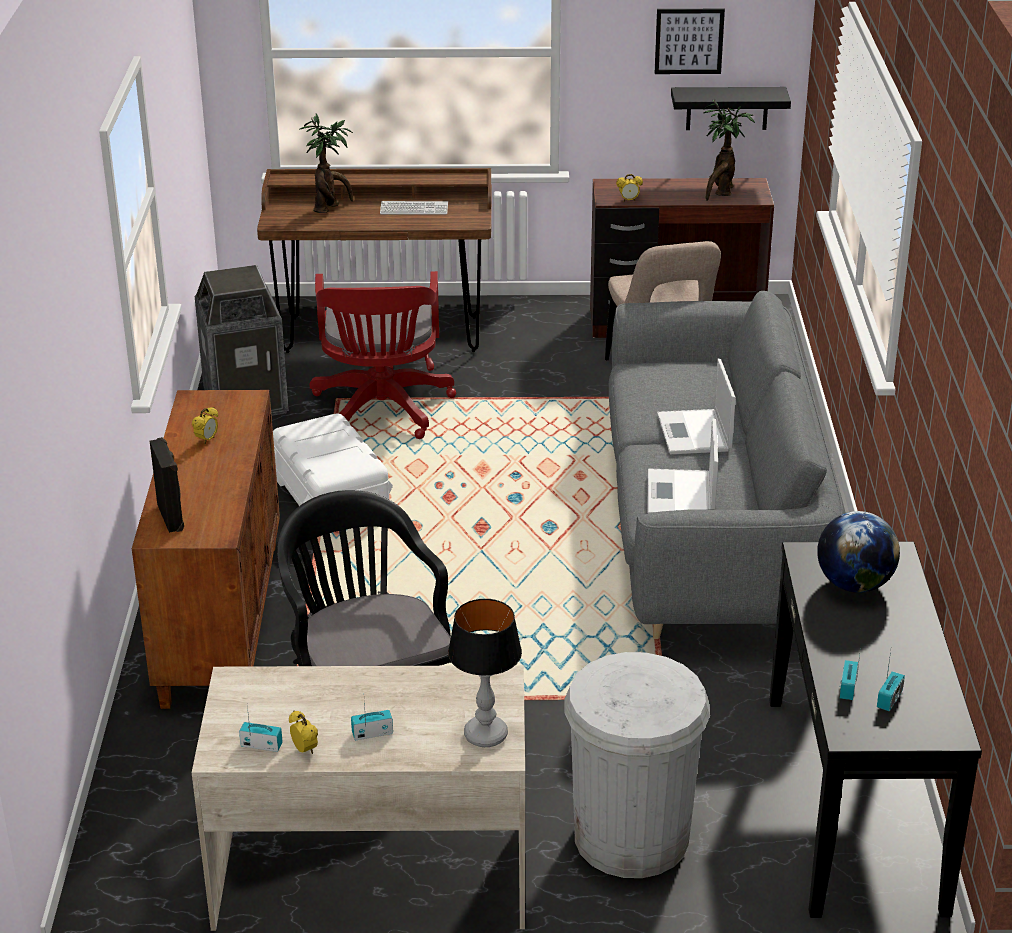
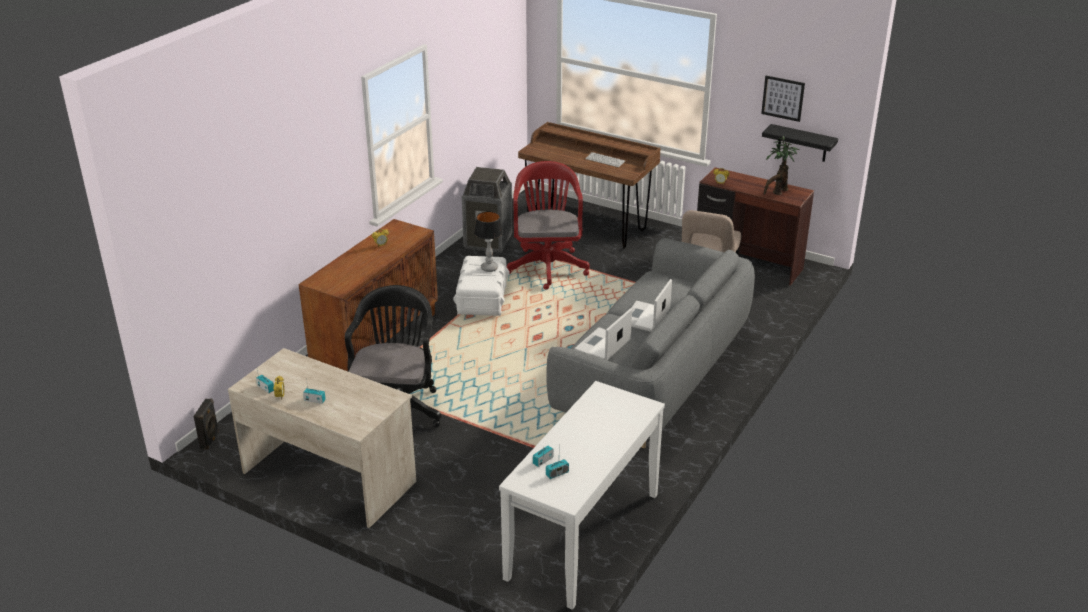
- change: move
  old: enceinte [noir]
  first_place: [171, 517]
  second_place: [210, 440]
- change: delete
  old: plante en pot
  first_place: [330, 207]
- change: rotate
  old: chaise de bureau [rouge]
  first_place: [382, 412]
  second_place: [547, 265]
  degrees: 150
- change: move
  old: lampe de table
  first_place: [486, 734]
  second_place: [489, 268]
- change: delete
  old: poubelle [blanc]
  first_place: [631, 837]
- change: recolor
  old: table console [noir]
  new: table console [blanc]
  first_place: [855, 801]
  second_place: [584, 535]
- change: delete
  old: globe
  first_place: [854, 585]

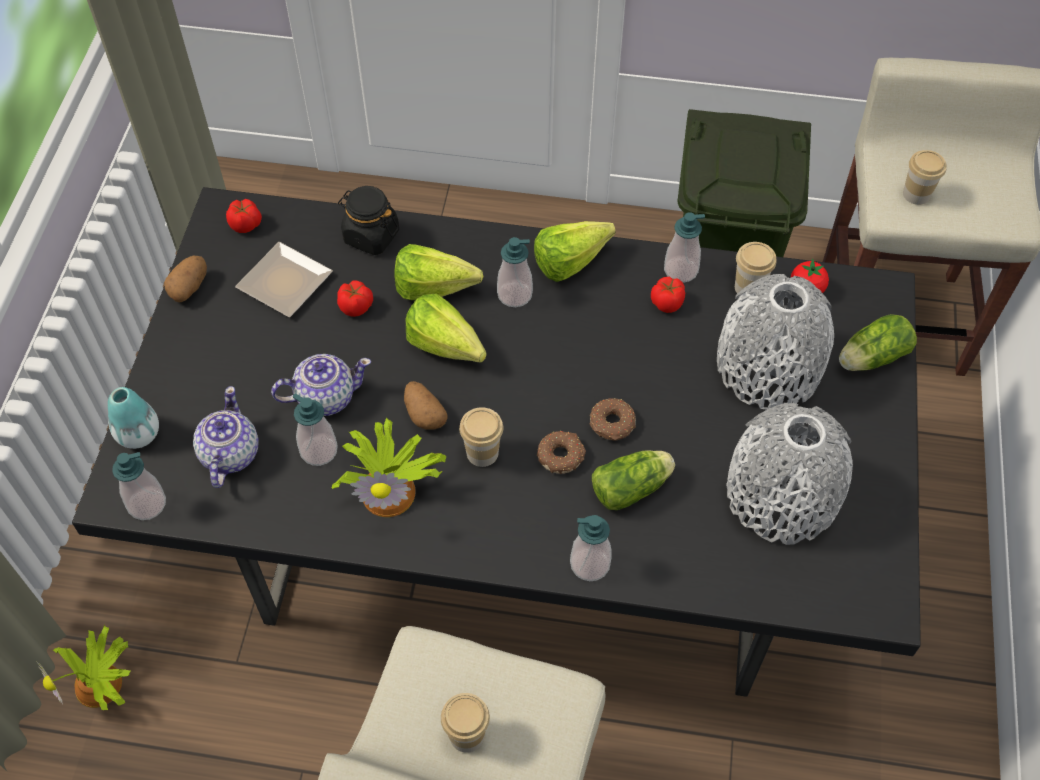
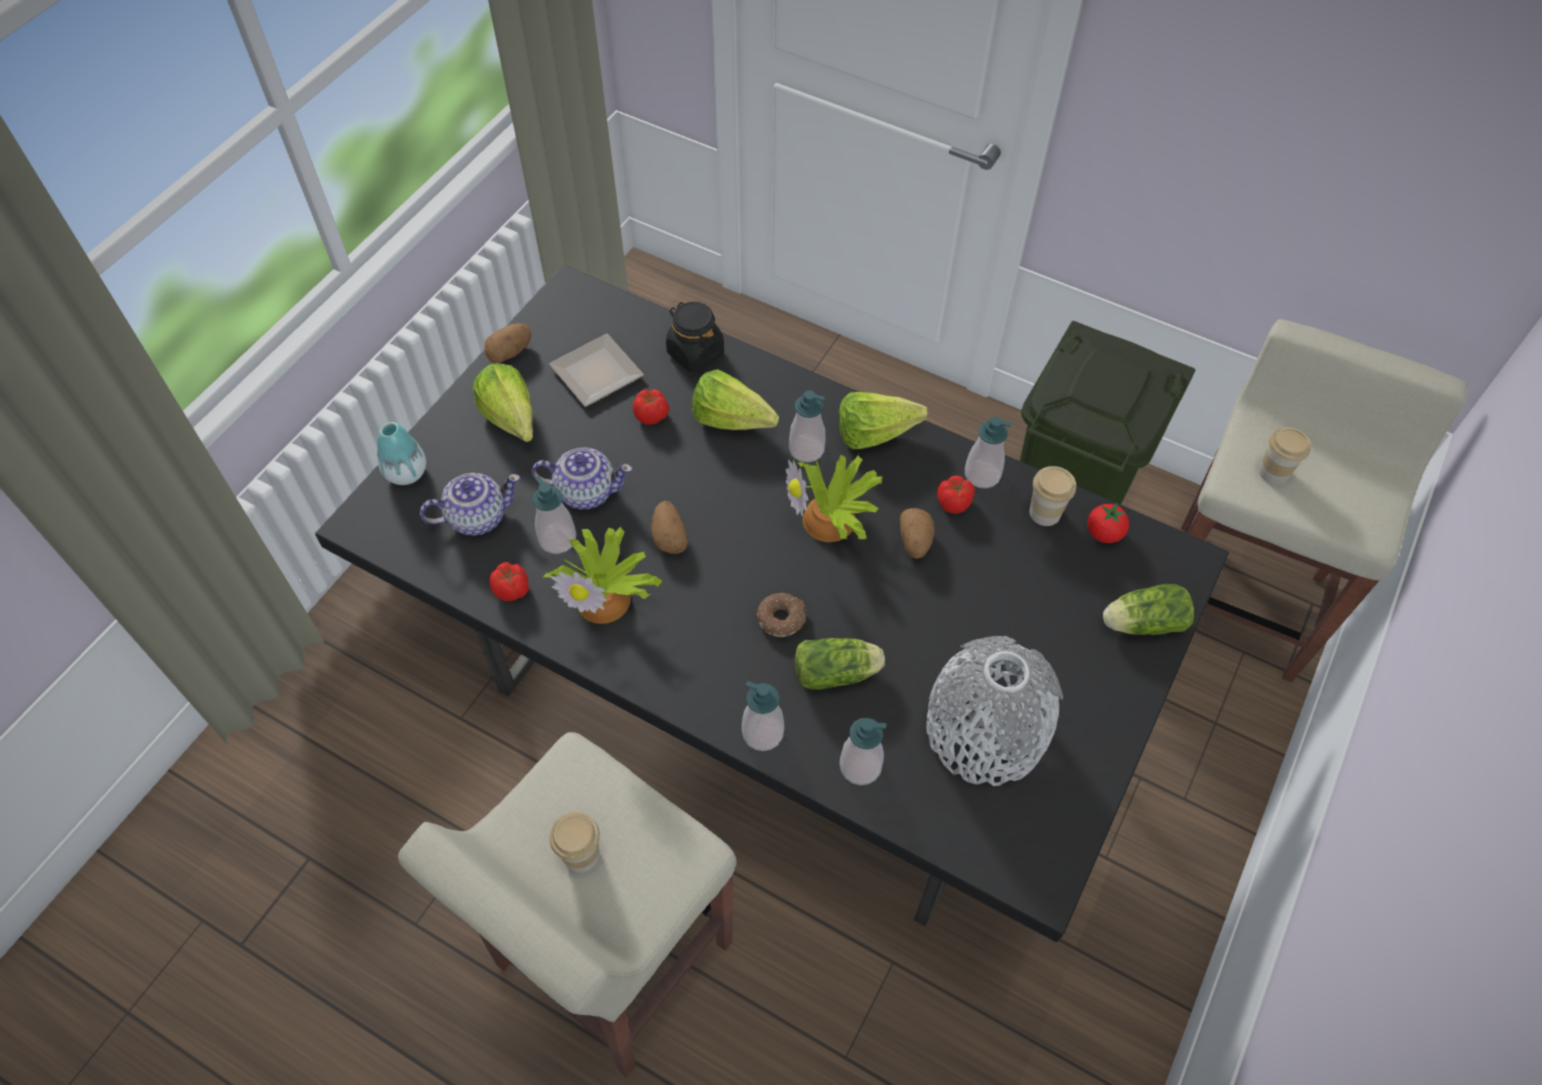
- change: move
  old: plante en pot
  first_place: [102, 685]
  second_place: [832, 521]
- change: move
  old: distributeur de savon
  first_place: [147, 504]
  second_place: [860, 766]
- change: rotate
  old: théière
  first_place: [229, 455]
  second_place: [476, 517]
  degrees: 45
- change: move
  old: tomate
  first_place: [246, 225]
  second_place: [512, 590]
- change: move
  old: laitue
  first_place: [449, 351]
  second_place: [512, 424]
- change: delete
  old: tasse
  first_place: [482, 453]
- change: delete
  old: beignet
  first_place: [612, 424]
- change: delete
  old: vase [gris]
  first_place: [768, 367]
- change: insert
  new: pomme de terre
  second_place: [915, 542]

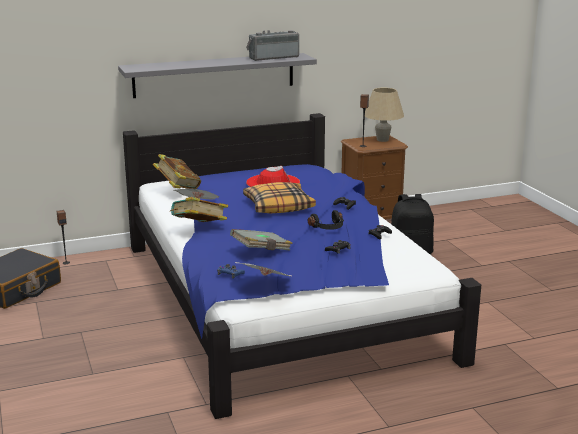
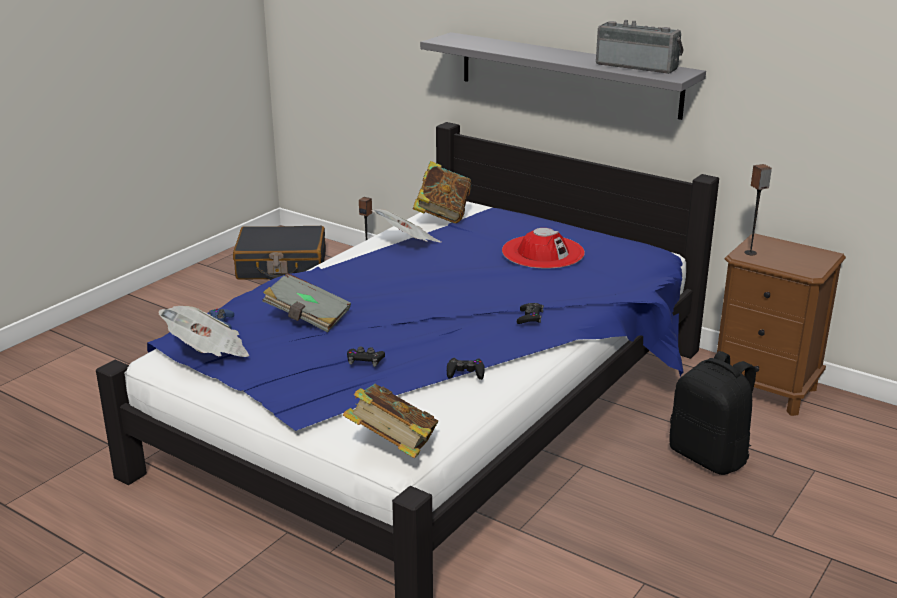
- change: move
  old: livre
  first_place: [199, 228]
  second_place: [392, 448]
- change: delete
  old: coussin
  first_place: [278, 206]
- change: delete
  old: casque audio [noir]
  first_place: [328, 228]
- change: delete
  old: lampe de table [beige]
  first_place: [382, 140]

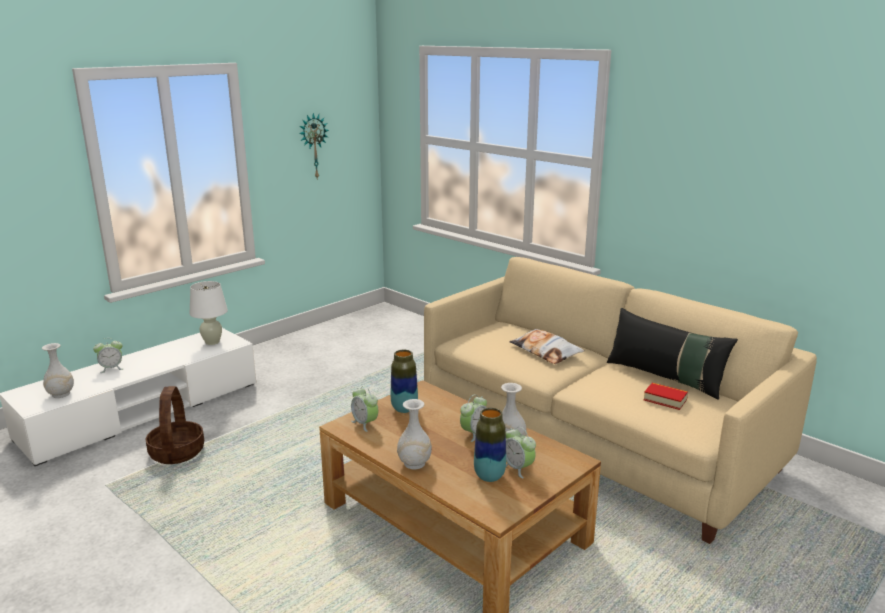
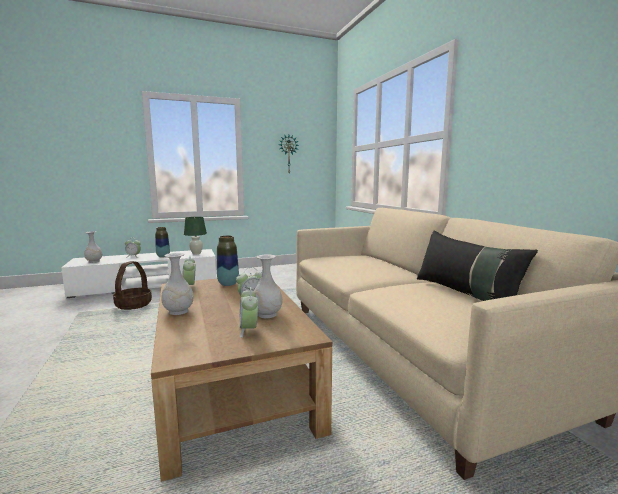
- change: recolor
  old: lampe de table [blanc]
  new: lampe de table [vert]
  first_place: [212, 342]
  second_place: [196, 253]
- change: move
  old: vase
  first_place: [489, 476]
  second_place: [163, 256]
- change: delete
  old: coussin
  first_place: [545, 351]
- change: delete
  old: livre
  first_place: [665, 400]

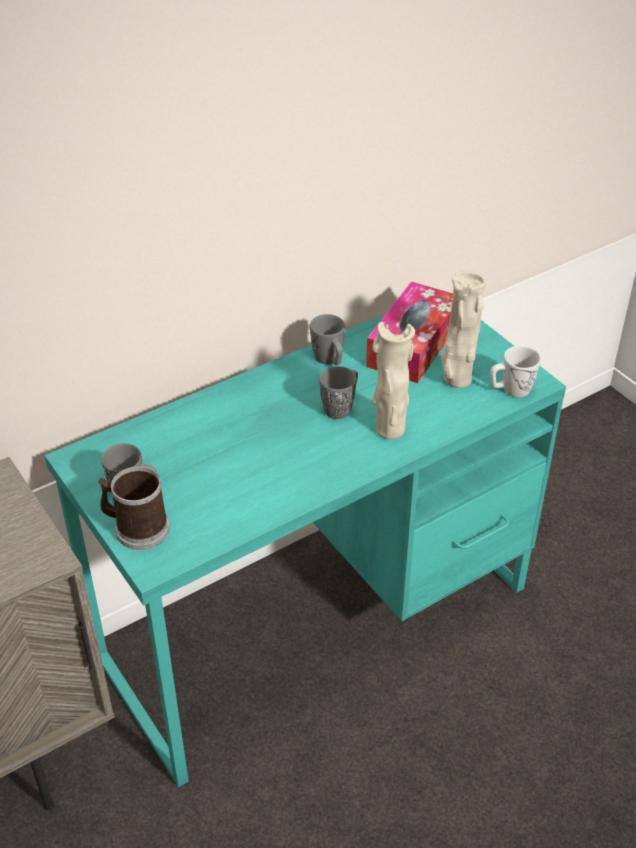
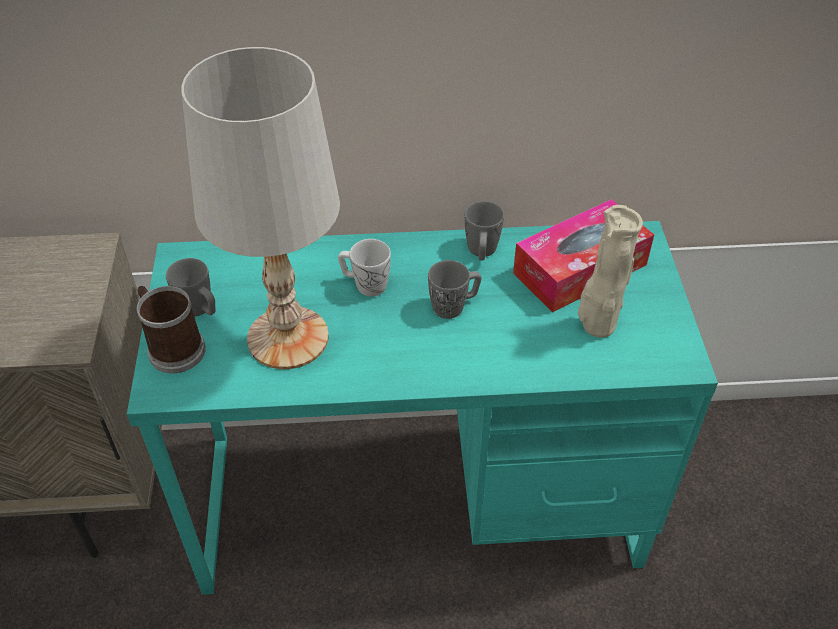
- change: delete
  old: vase [beige]
  first_place: [390, 429]
- change: move
  old: mug [blanc]
  first_place: [511, 390]
  second_place: [365, 284]
- change: insert
  new: lampe de table [blanc]
  second_place: [287, 337]

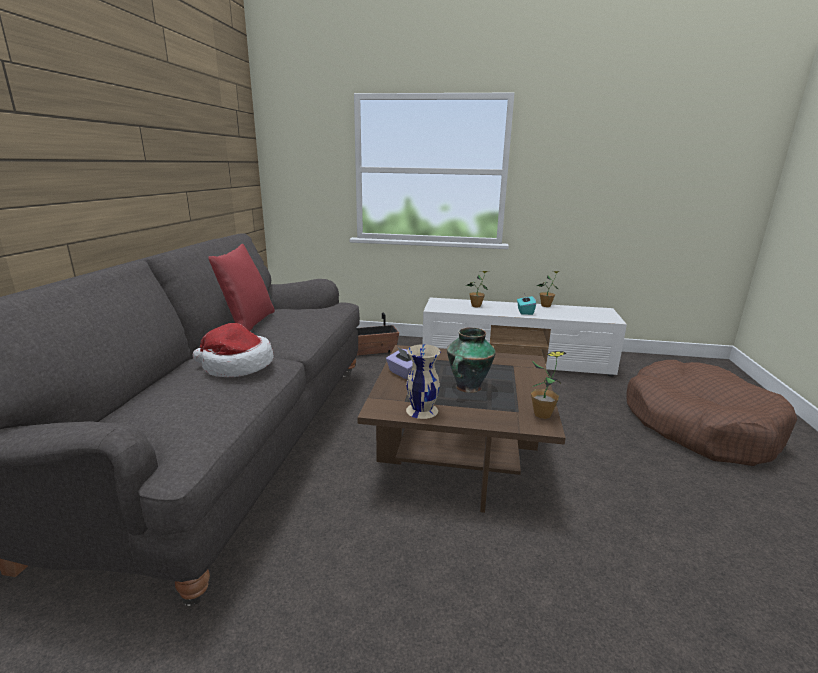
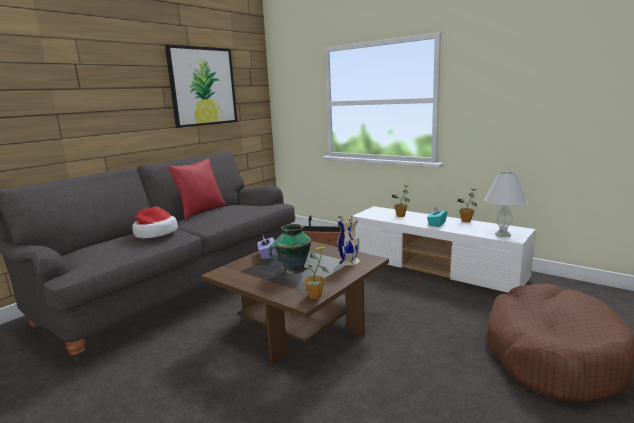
- change: move
  old: vase [beige]
  first_place: [421, 410]
  second_place: [348, 260]
- change: insert
  new: tableau
  second_place: [203, 86]
- change: insert
  new: lampe de table [blanc]
  second_place: [502, 234]

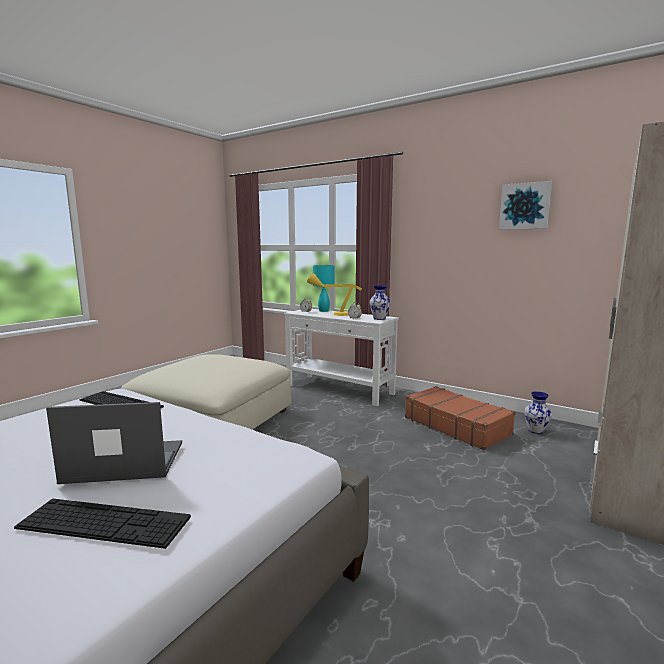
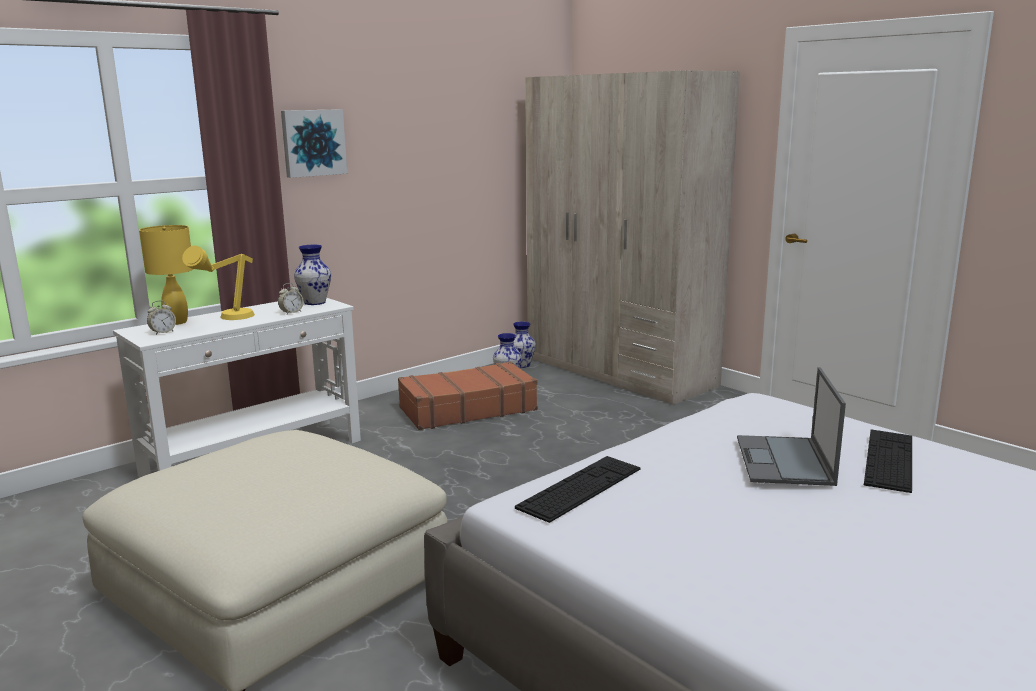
- change: recolor
  old: lampe de table [turquoise]
  new: lampe de table [jaune]
  first_place: [323, 311]
  second_place: [177, 322]
- change: move
  old: tableau
  first_place: [525, 206]
  second_place: [313, 142]
- change: insert
  new: vase
  second_place: [522, 365]

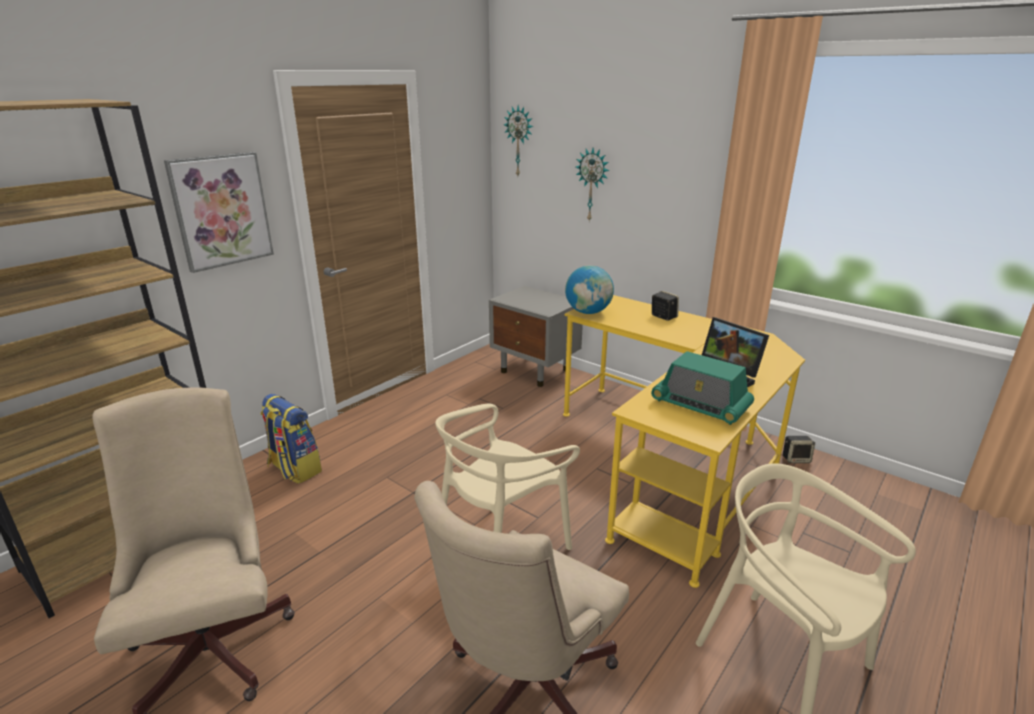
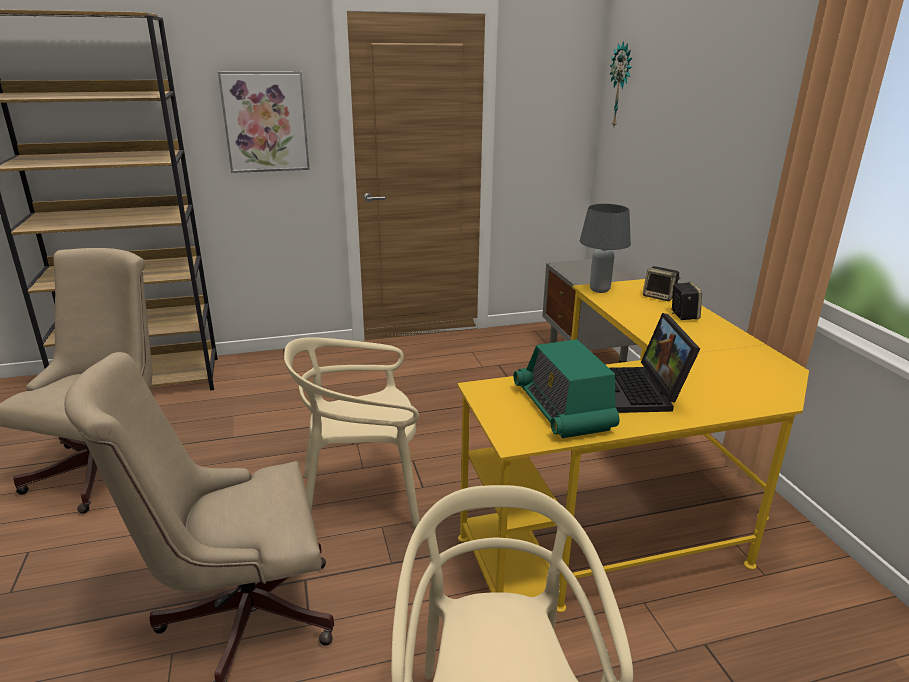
- change: delete
  old: sac à dos
  first_place: [294, 469]
- change: replace
  old: globe
  new: lampe de table [gris]
  first_place: [588, 312]
  second_place: [600, 290]
- change: delete
  old: horloge murale
  first_place: [592, 185]
- change: move
  old: enceinte
  first_place: [796, 459]
  second_place: [659, 297]

